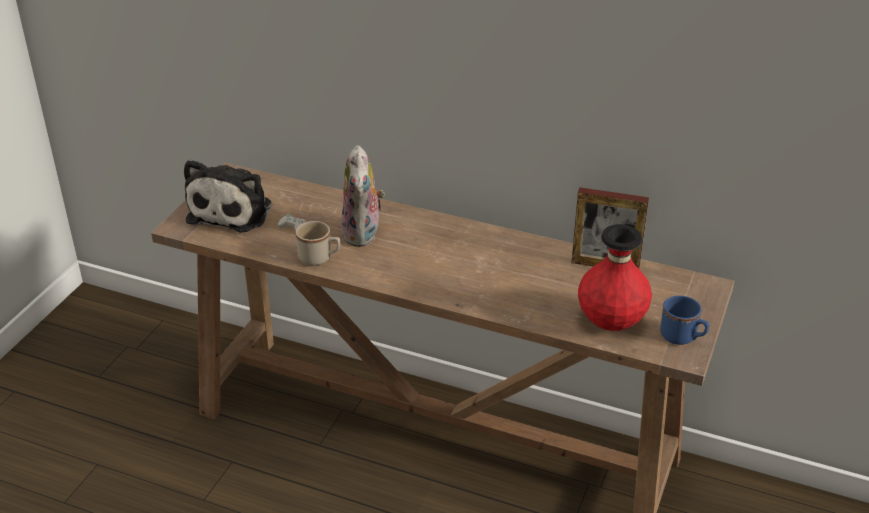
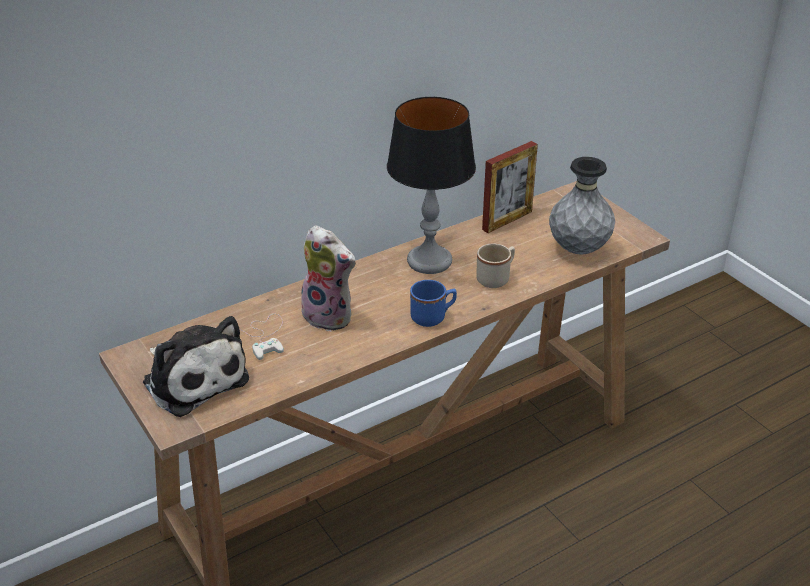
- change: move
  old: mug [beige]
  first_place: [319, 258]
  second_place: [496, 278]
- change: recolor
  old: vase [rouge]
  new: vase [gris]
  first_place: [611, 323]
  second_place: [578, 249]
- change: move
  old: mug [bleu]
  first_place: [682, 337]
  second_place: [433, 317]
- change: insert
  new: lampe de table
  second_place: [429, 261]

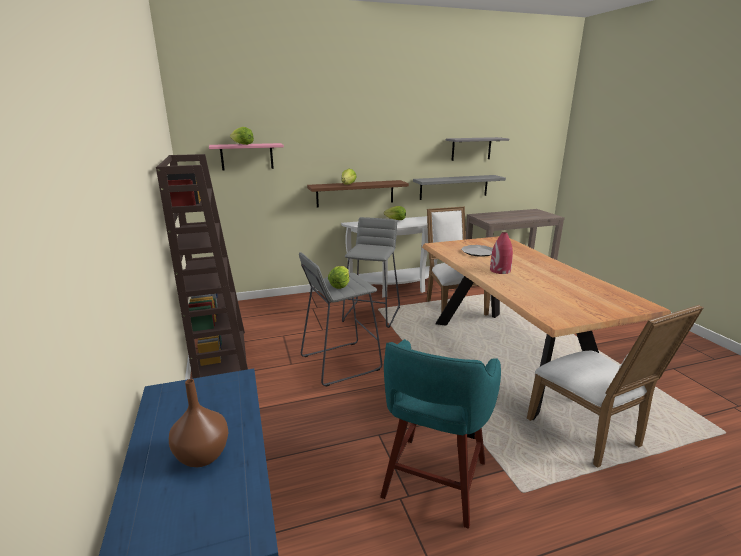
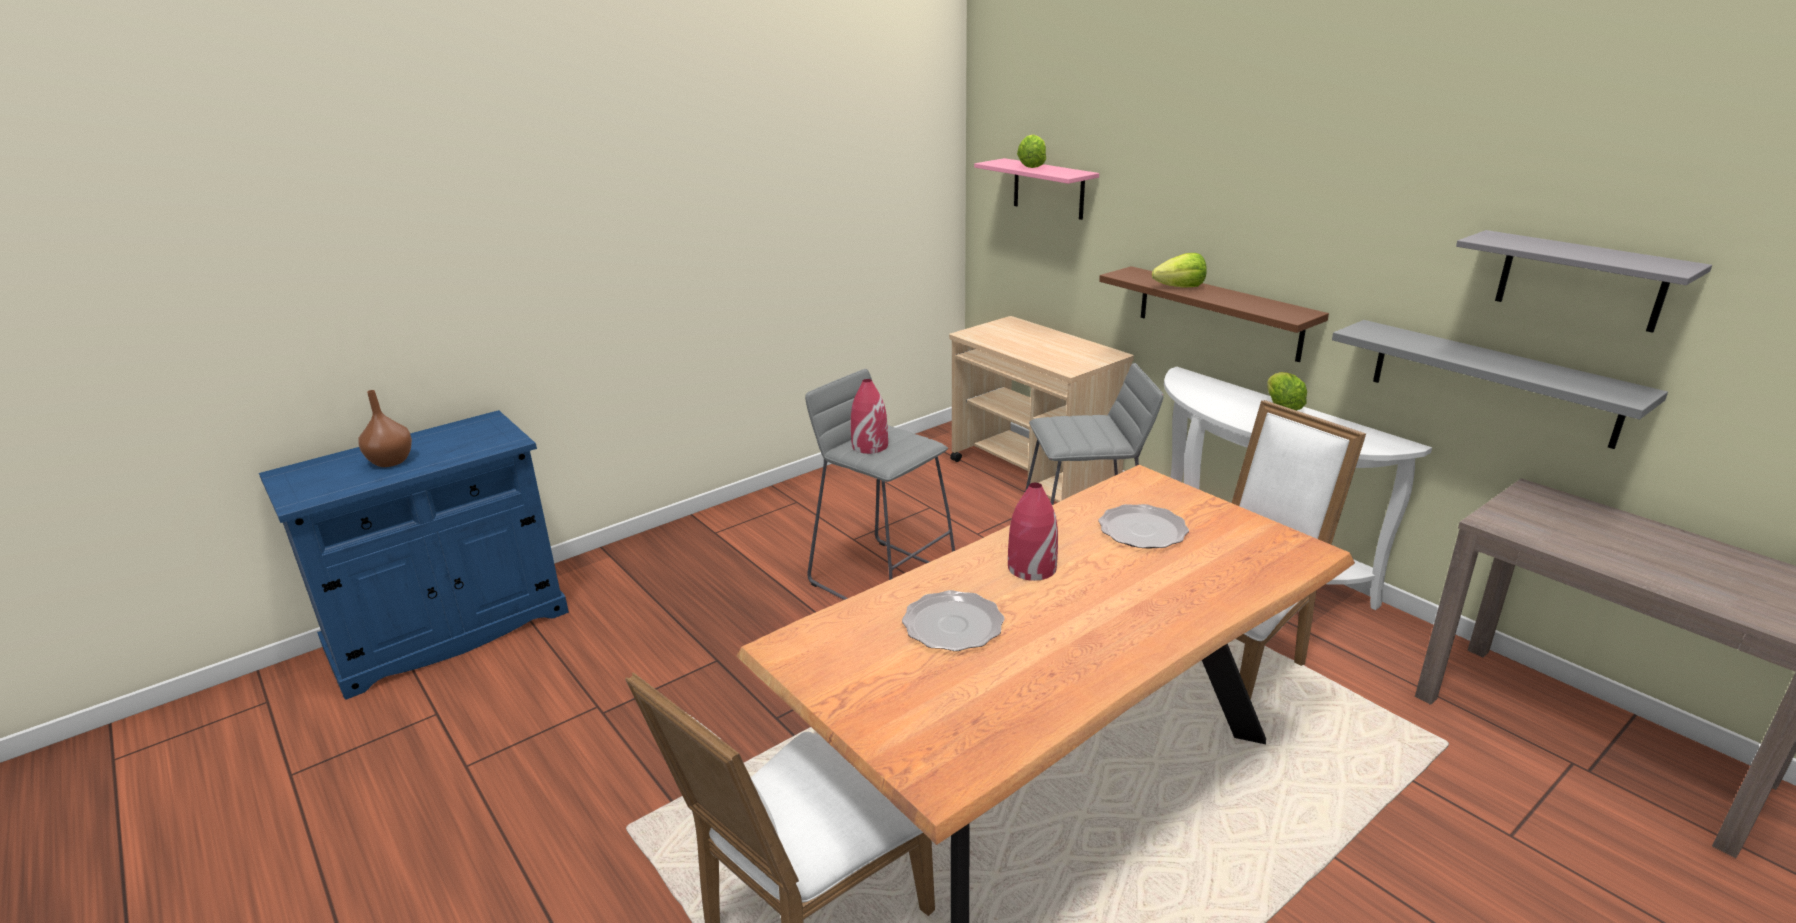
- change: delete
  old: bibliothèque [marron]
  first_place: [221, 356]
- change: replace
  old: laitue
  new: vase [rouge]
  first_place: [340, 285]
  second_place: [869, 446]
- change: delete
  old: tabouret [turquoise]
  first_place: [433, 481]
- change: insert
  new: assiette
  second_place: [952, 625]
- change: insert
  new: chariot [beige]
  second_place: [1034, 476]

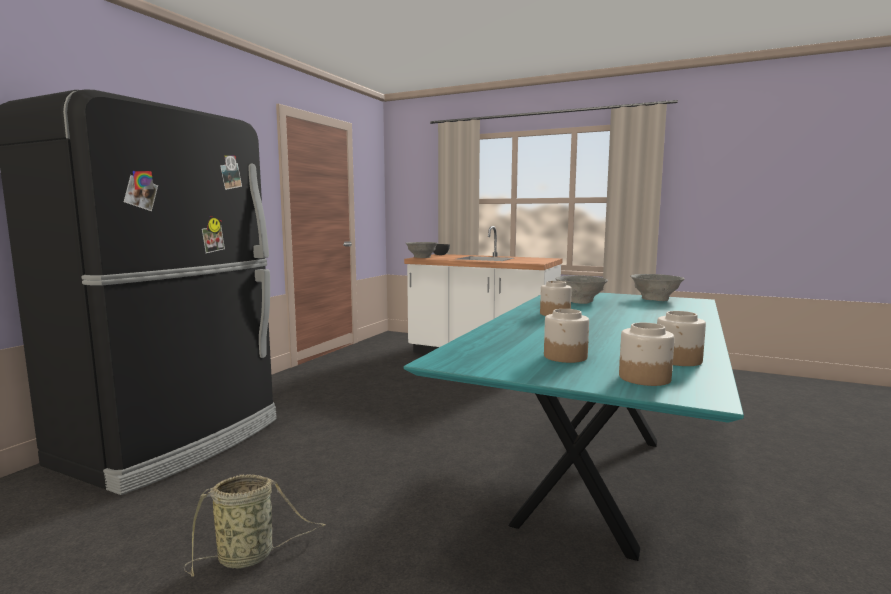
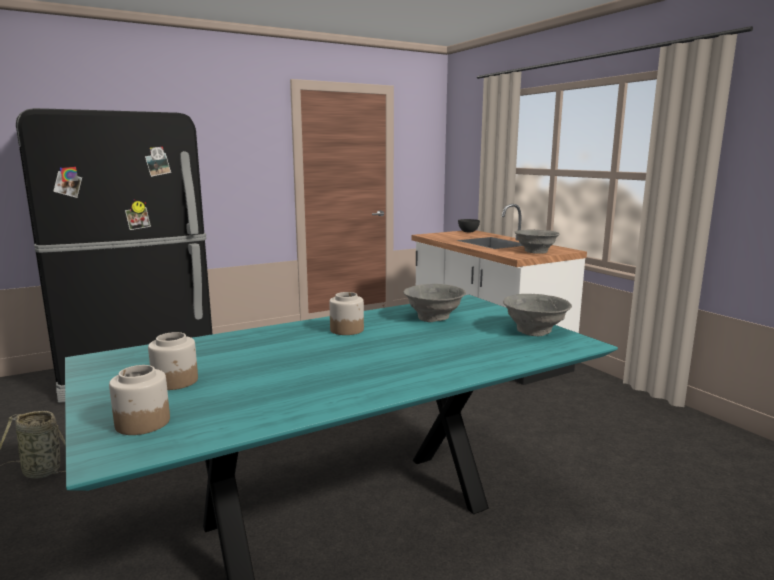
- change: move
  old: bol [gris]
  first_place: [421, 257]
  second_place: [535, 252]
- change: delete
  old: bocal
  first_place: [678, 360]

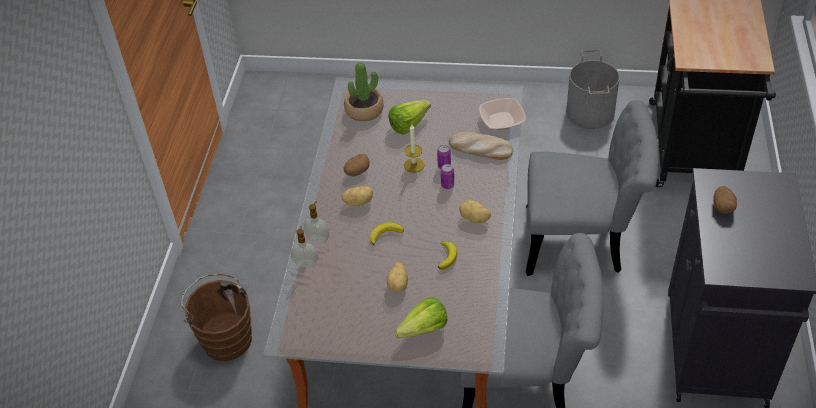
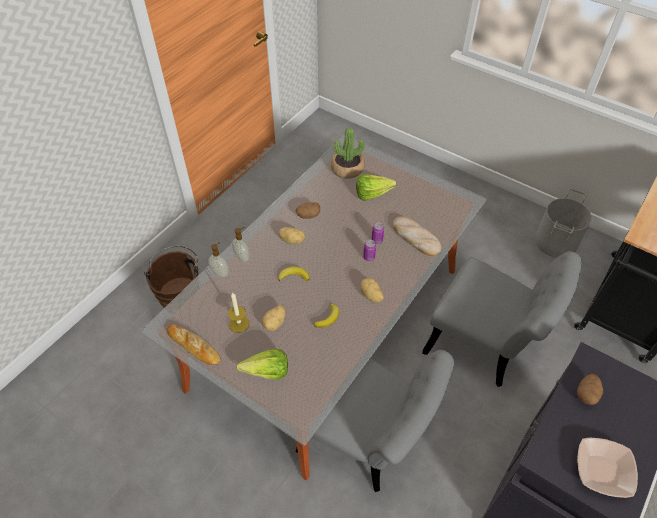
- change: move
  old: bougie
  first_place: [414, 165]
  second_place: [239, 324]
- change: move
  old: bol
  first_place: [501, 120]
  second_place: [602, 471]
- change: insert
  new: pain
  second_place: [194, 346]

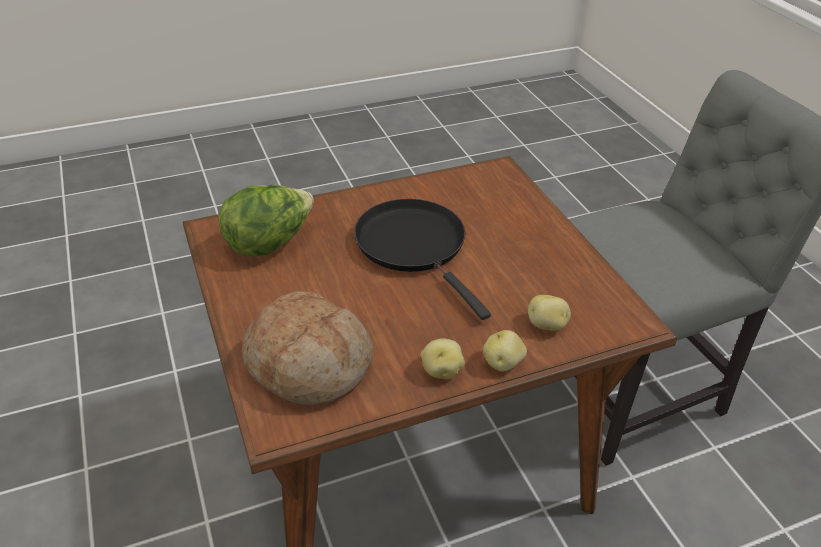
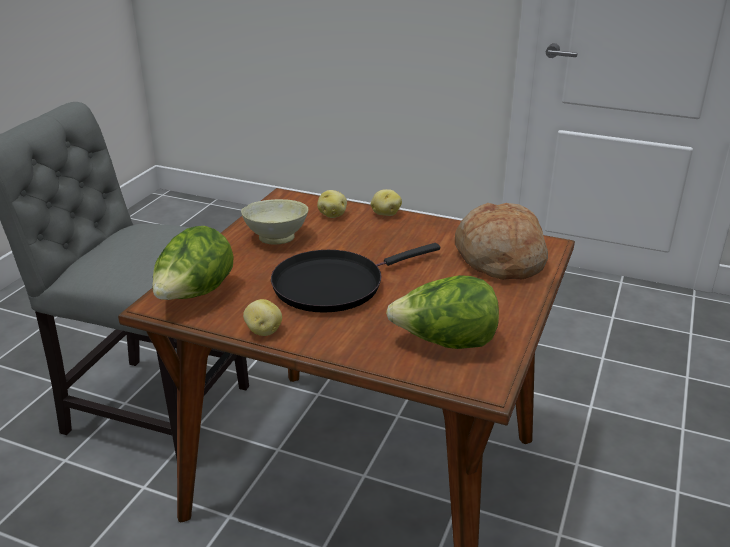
- change: rotate
  old: poêle [noir]
  first_place: [415, 246]
  second_place: [334, 284]
  degrees: 45
- change: move
  old: pomme de terre
  first_place: [441, 370]
  second_place: [263, 331]
- change: insert
  new: laitue
  second_place: [195, 295]
- change: insert
  new: bol [beige]
  second_place: [277, 237]

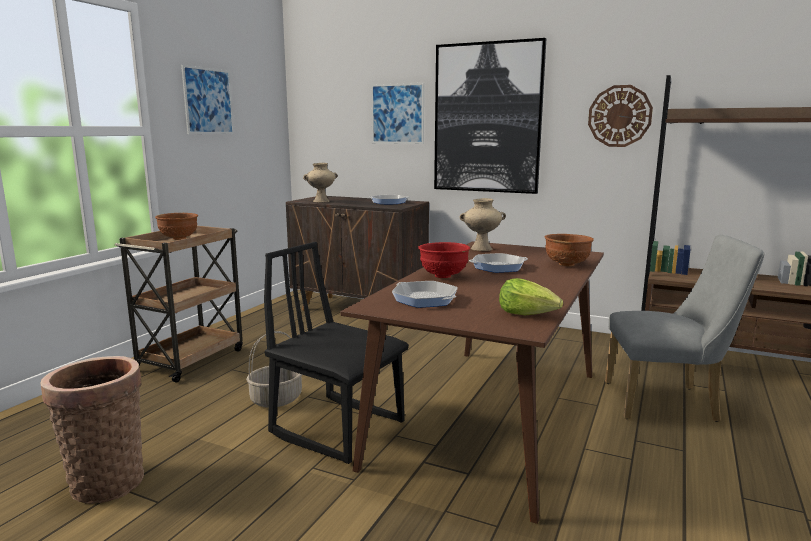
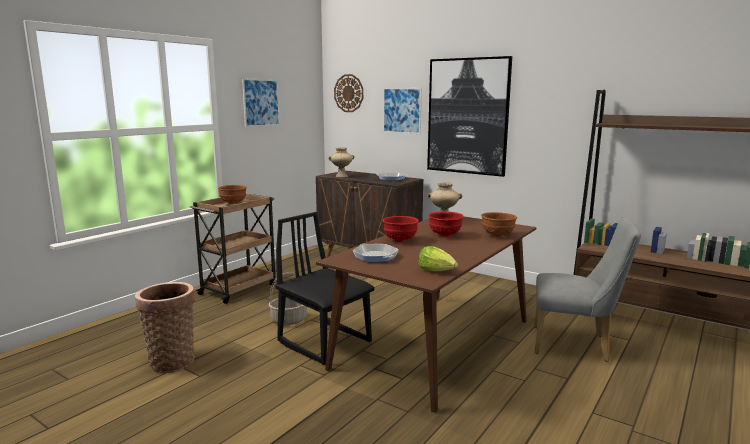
- change: replace
  old: poêle
  new: bol [rouge]
  first_place: [498, 267]
  second_place: [444, 235]
- change: move
  old: horloge murale
  first_place: [619, 116]
  second_place: [349, 93]

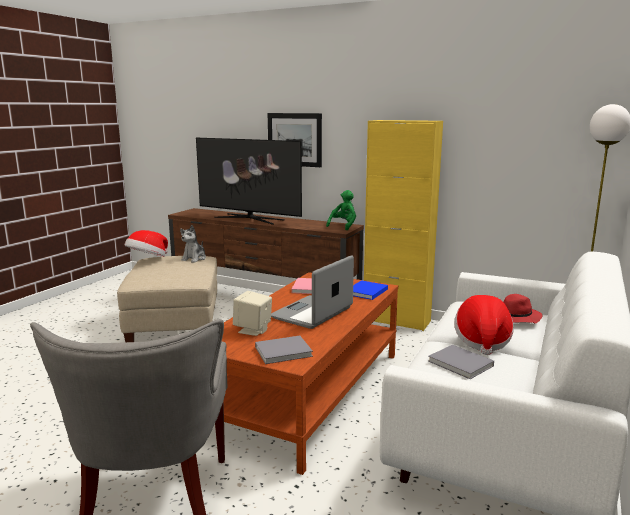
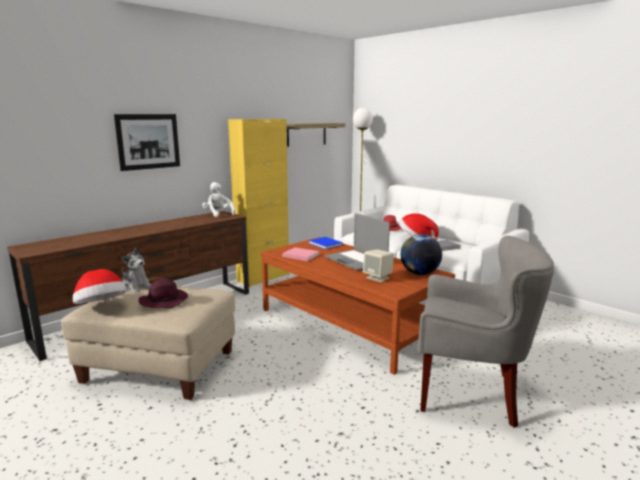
- change: delete
  old: téléviseur
  first_place: [249, 218]
- change: replace
  old: livre [gris]
  new: globe
  first_place: [285, 351]
  second_place: [419, 273]
- change: recolor
  old: peluche [vert]
  new: peluche [blanc]
  first_place: [343, 226]
  second_place: [218, 214]
- change: insert
  new: chapeau [violet]
  second_place: [164, 301]
- change: insert
  new: étagère
  second_place: [306, 134]

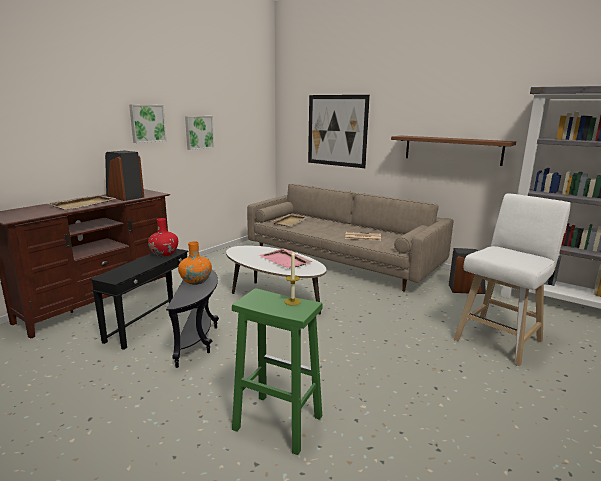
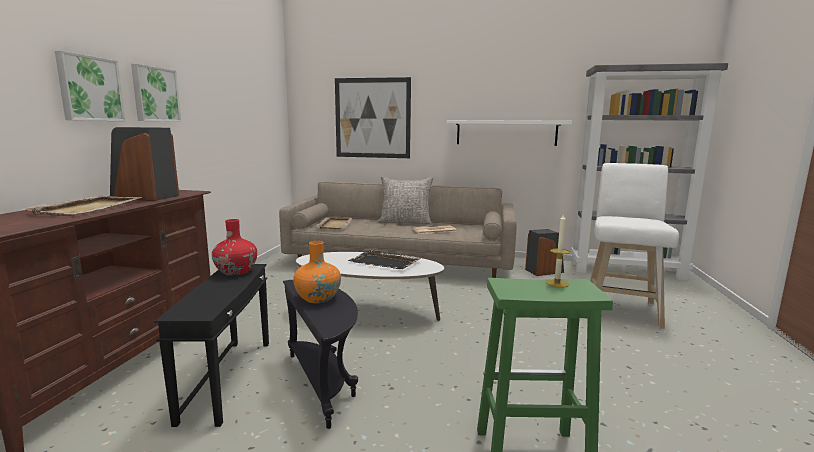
- change: move
  old: tableau
  first_place: [198, 132]
  second_place: [89, 89]
- change: recolor
  old: plateau [rose]
  new: plateau [noir]
  first_place: [285, 260]
  second_place: [385, 262]
- change: recolor
  old: étagère [marron]
  new: étagère [blanc]
  first_place: [452, 150]
  second_place: [506, 133]
- change: insert
  new: coussin [gris]
  second_place: [405, 222]

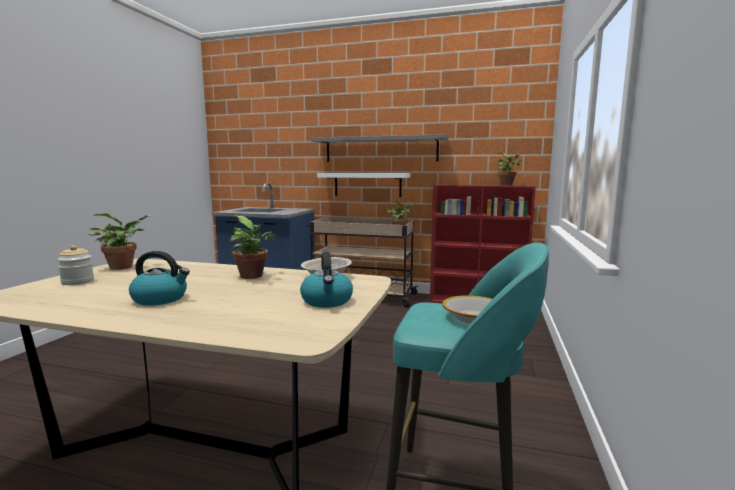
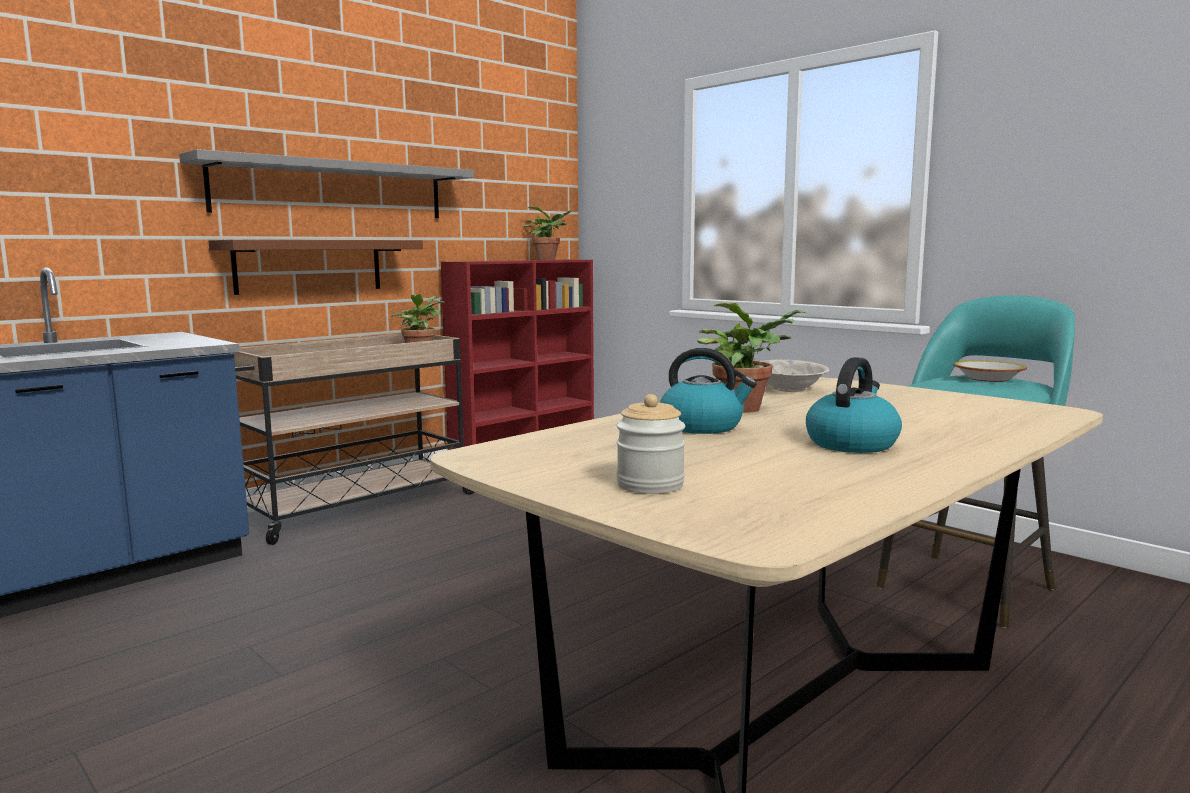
- change: delete
  old: plante en pot
  first_place: [124, 267]
- change: move
  old: bouilloire
  first_place: [327, 301]
  second_place: [703, 426]
- change: recolor
  old: étagère [blanc]
  new: étagère [marron]
  first_place: [367, 184]
  second_place: [309, 266]

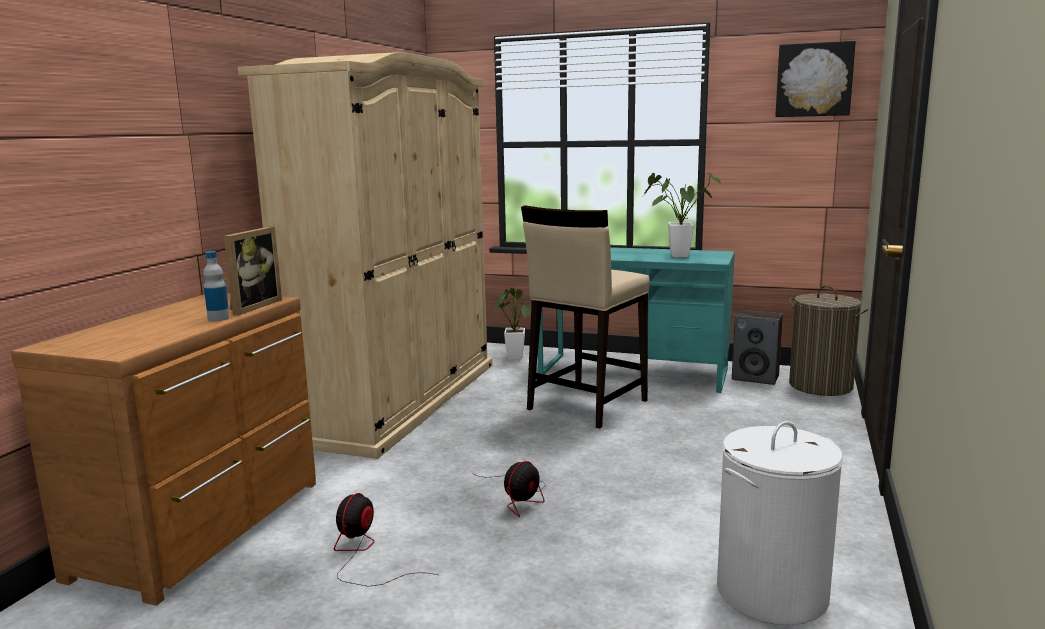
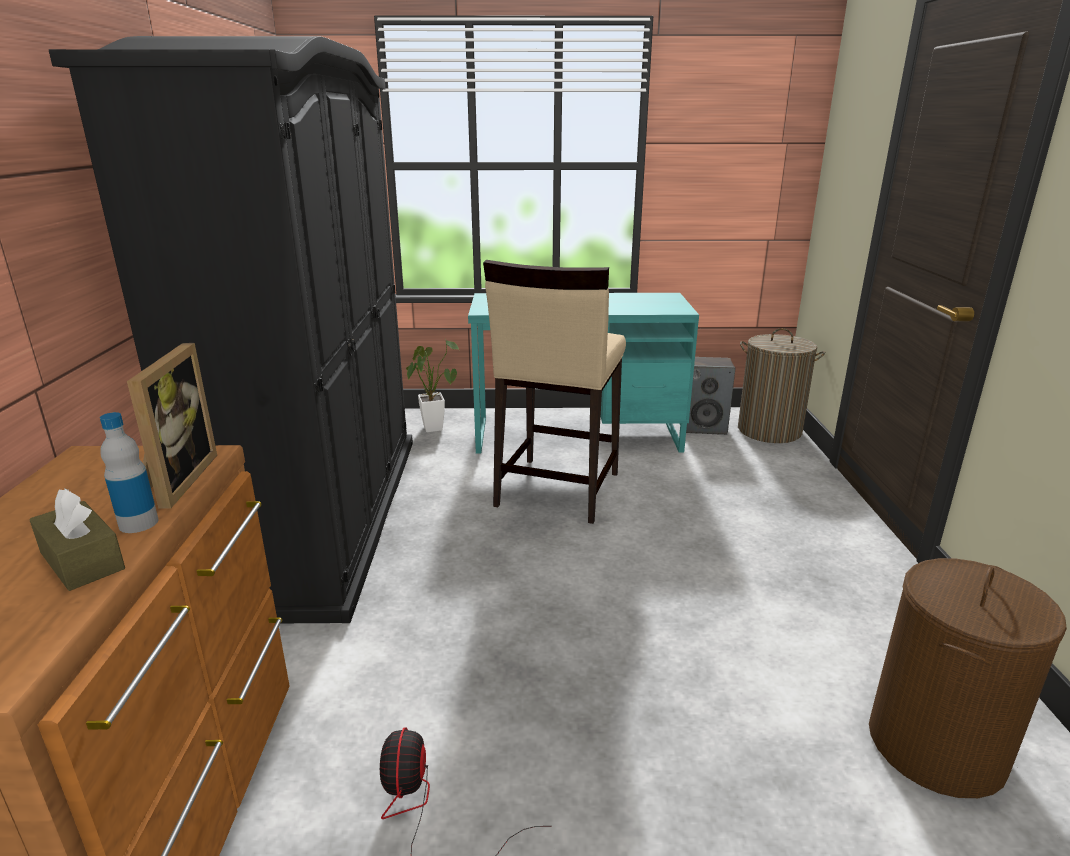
- change: recolor
  old: armoire [beige]
  new: armoire [noir]
  first_place: [399, 400]
  second_place: [325, 514]
- change: delete
  old: ventilateur
  first_place: [520, 497]
- change: delete
  old: plante en pot
  first_place: [674, 256]
- change: recolor
  old: panier à linge [blanc]
  new: panier à linge [marron]
  first_place: [771, 593]
  second_place: [935, 747]
- change: delete
  old: tableau
  first_place: [814, 80]
- change: insert
  new: boîte à mouchoirs [marron]
  second_place: [82, 561]

